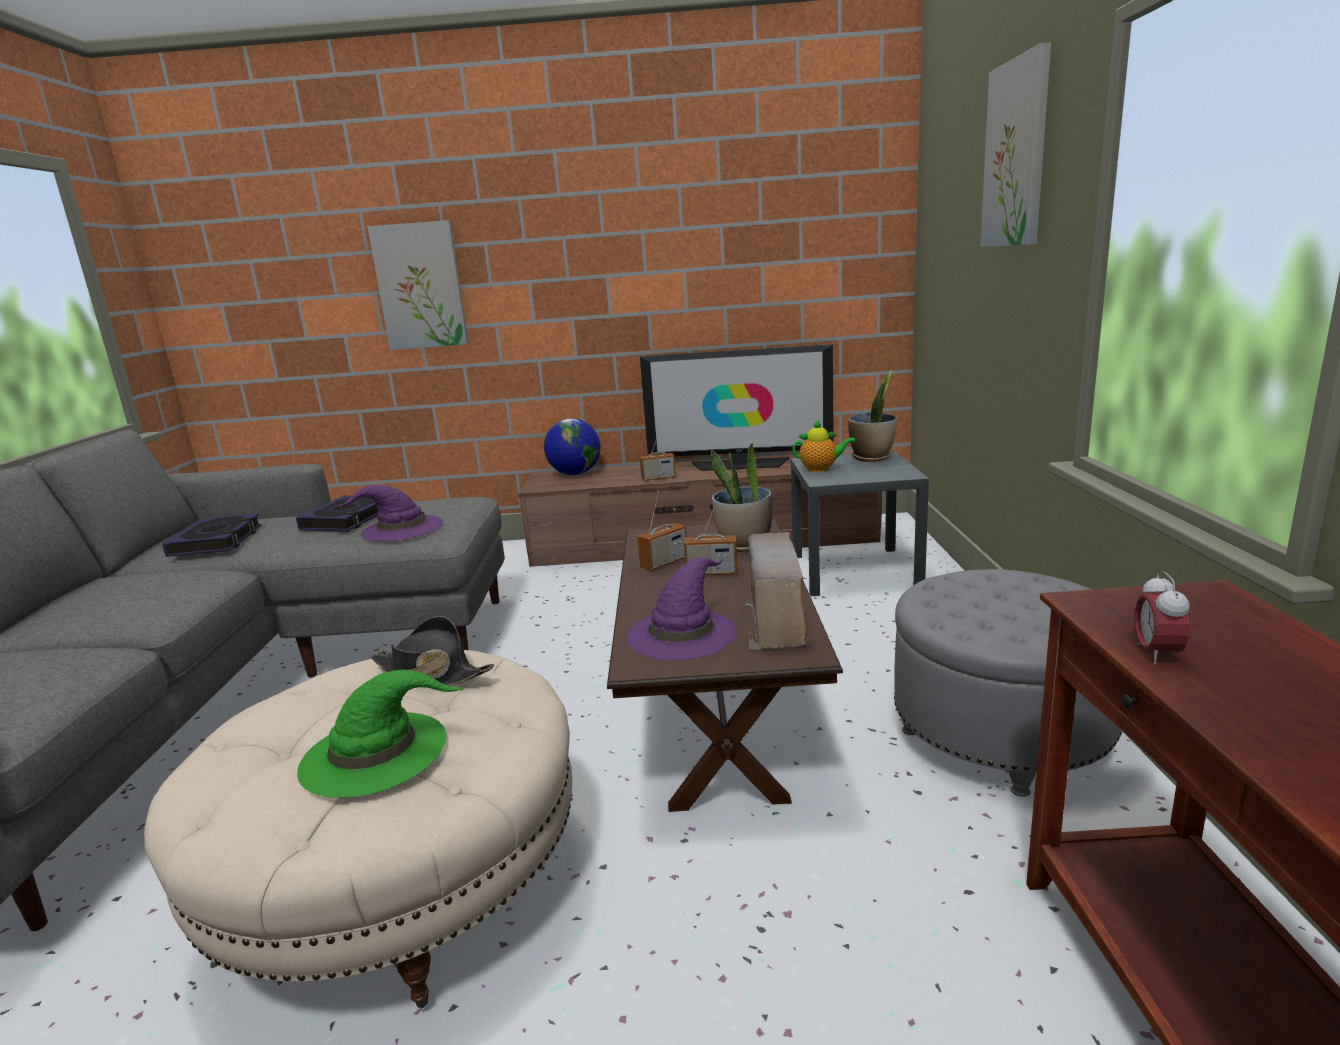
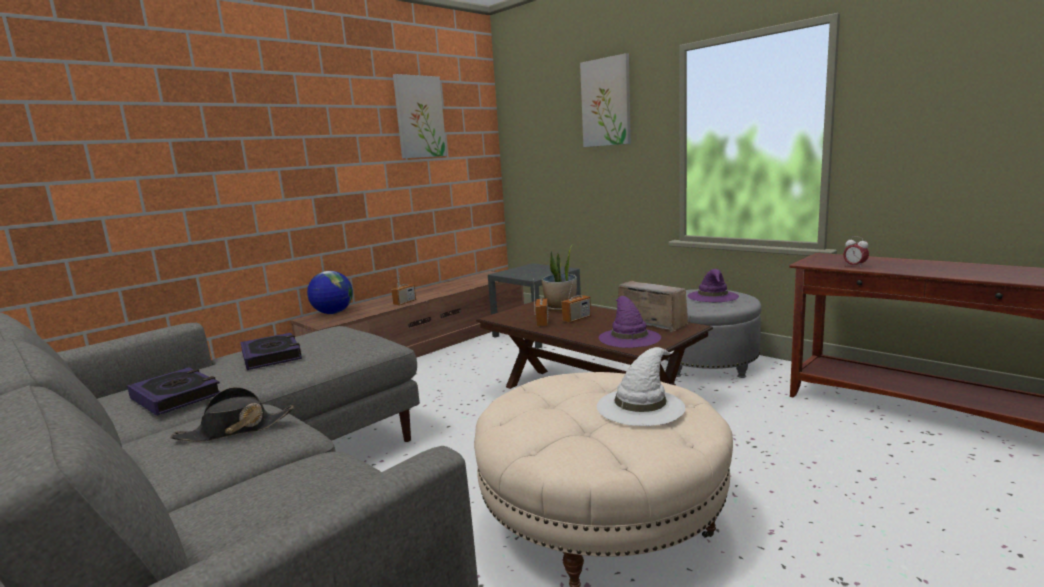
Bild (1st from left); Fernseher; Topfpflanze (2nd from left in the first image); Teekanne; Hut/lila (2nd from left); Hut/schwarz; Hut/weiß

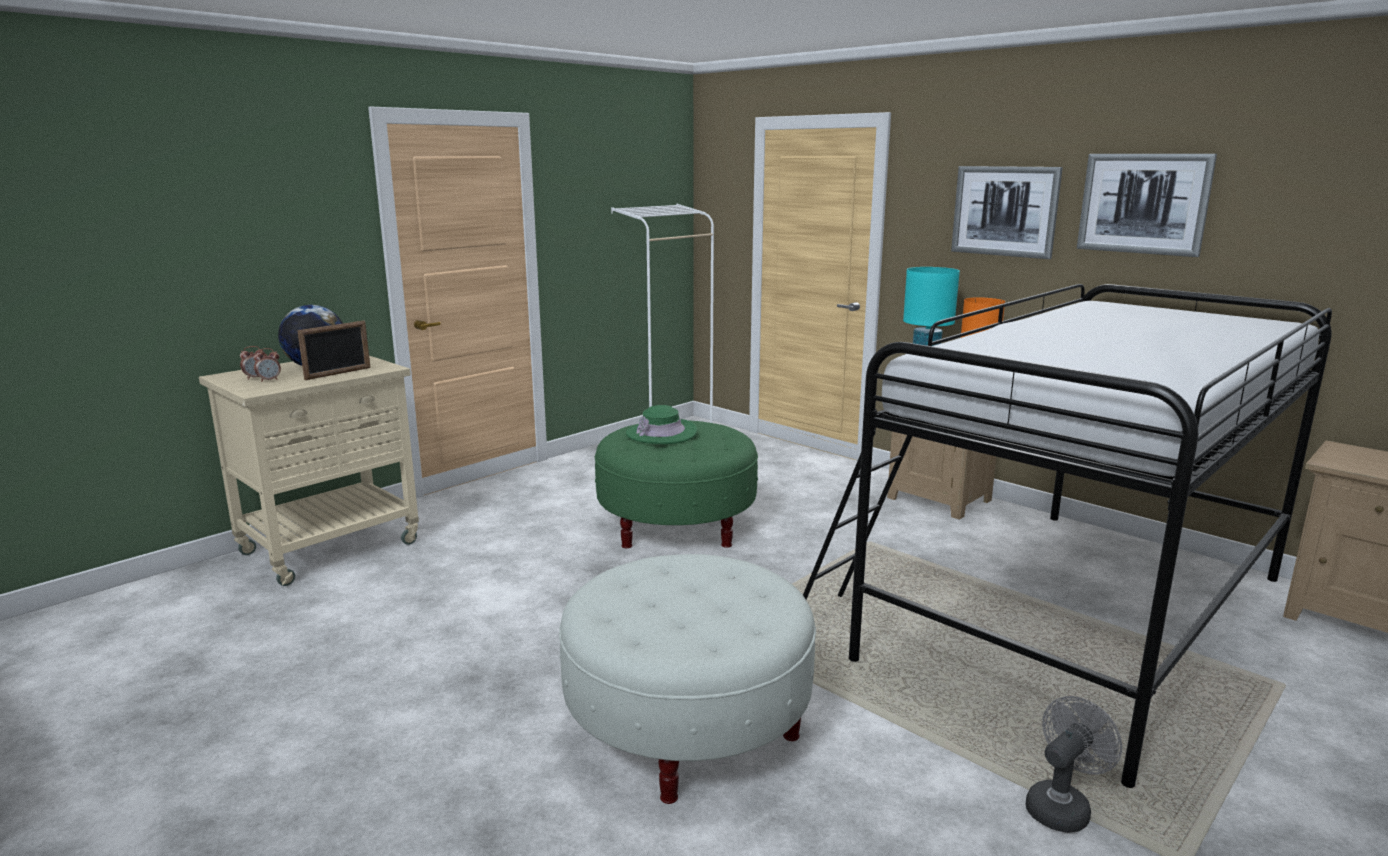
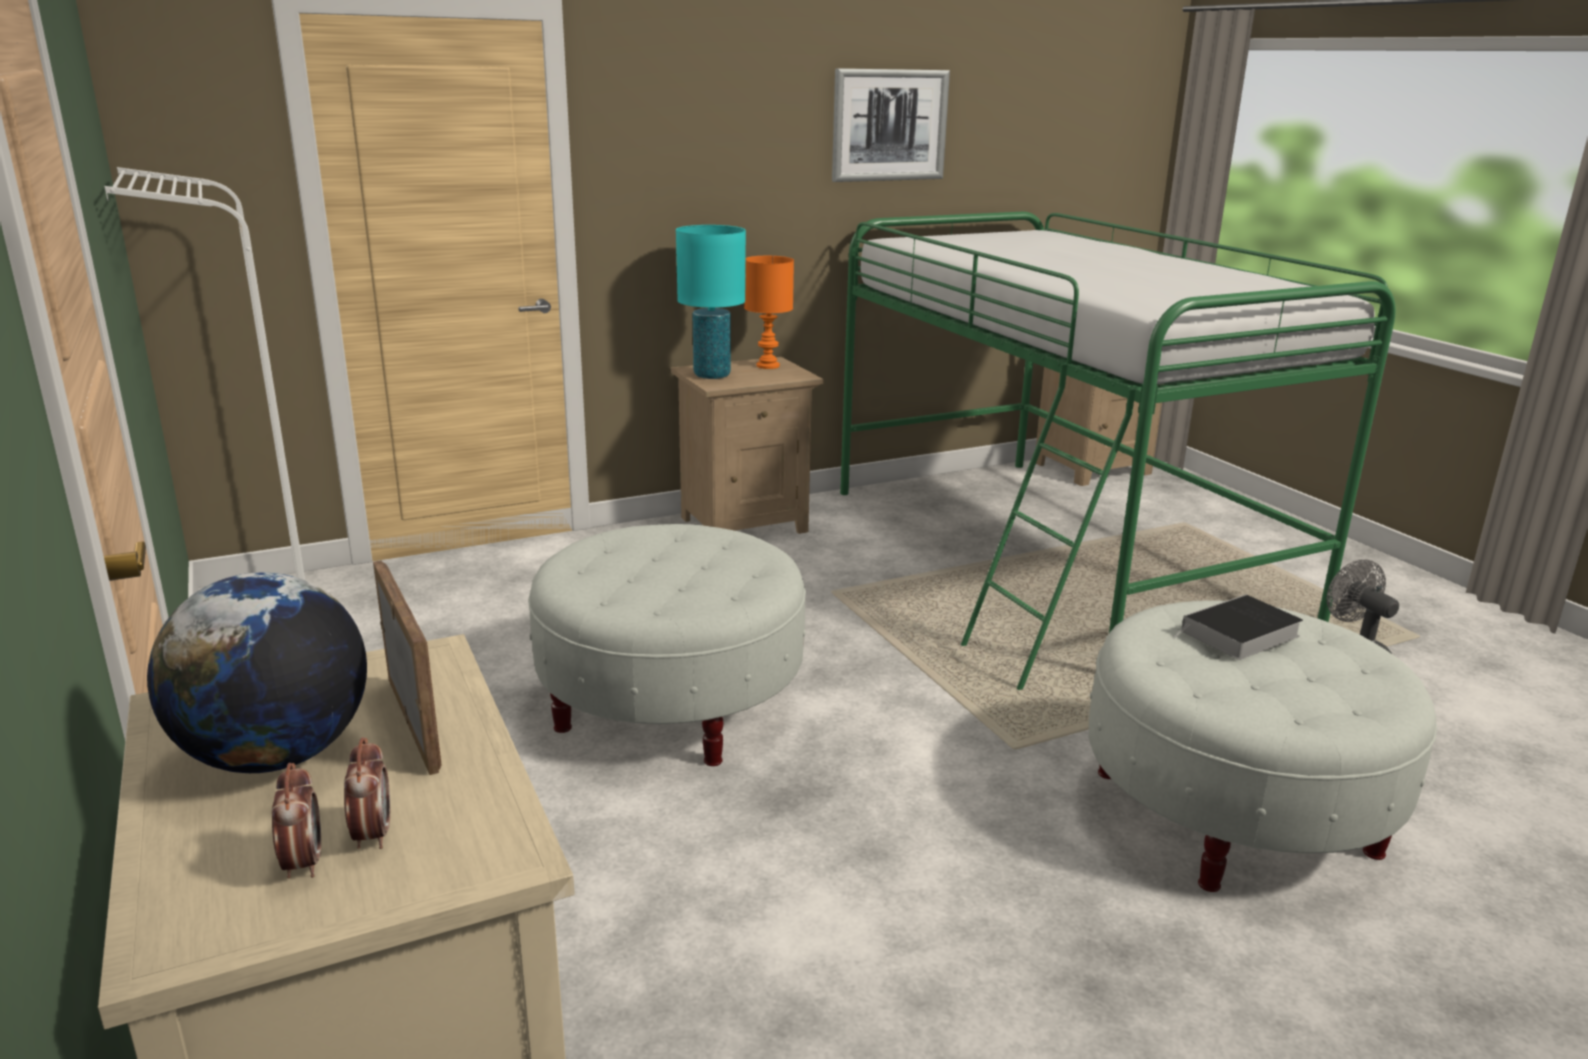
Bild (1st from left in the first image); Bett/grün; Hut/grün; Polsterhocker/weiß (1st from left); Buch

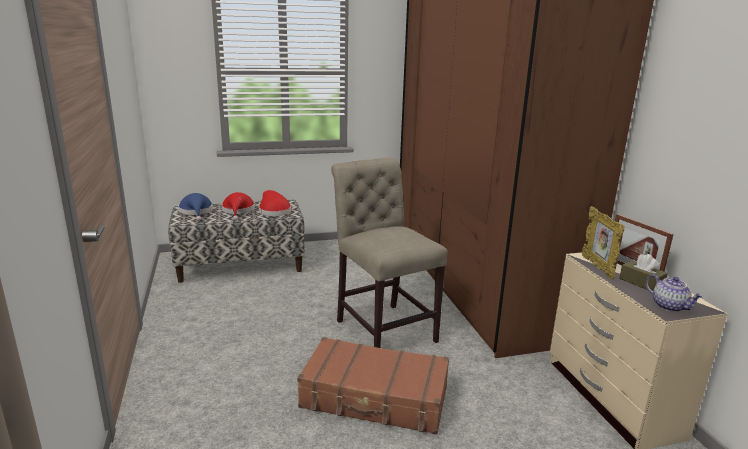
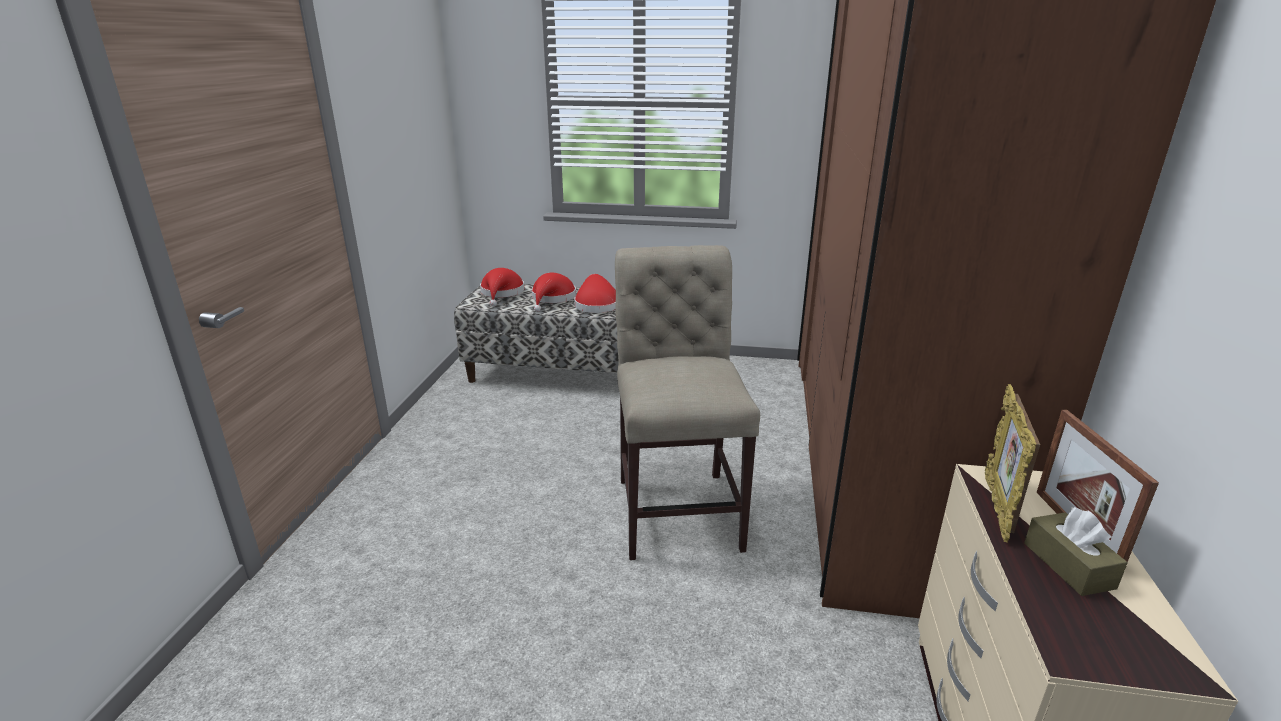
Hut/rot (1st from left); Teekanne; Koffer/braun

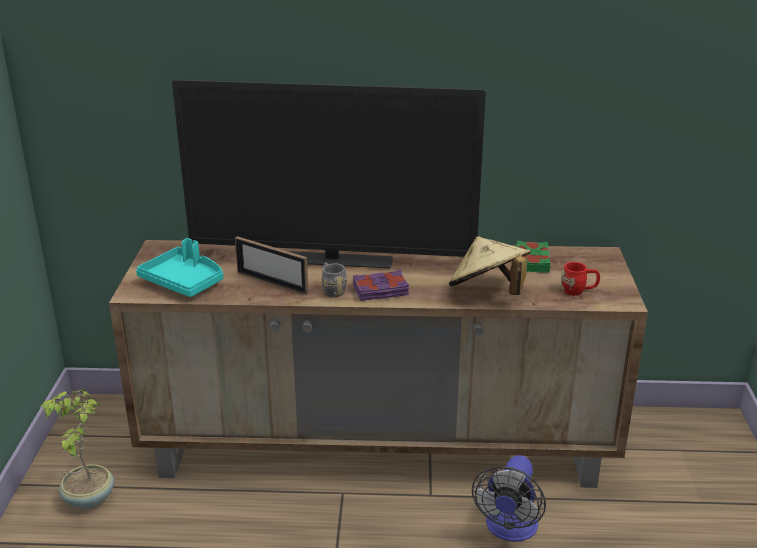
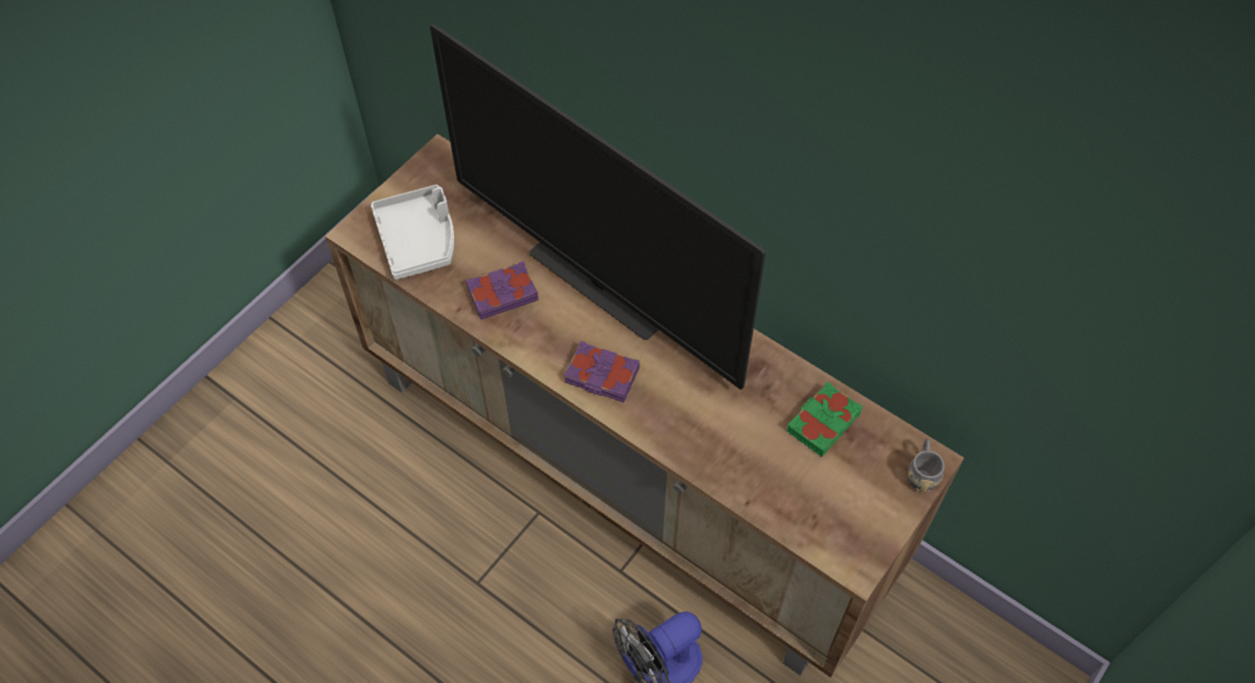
Buch/lila (1st from left); Hut/beige; Tablett/grau; Henkelbecher/rot; Henkelbecher/grau; Topfpflanze

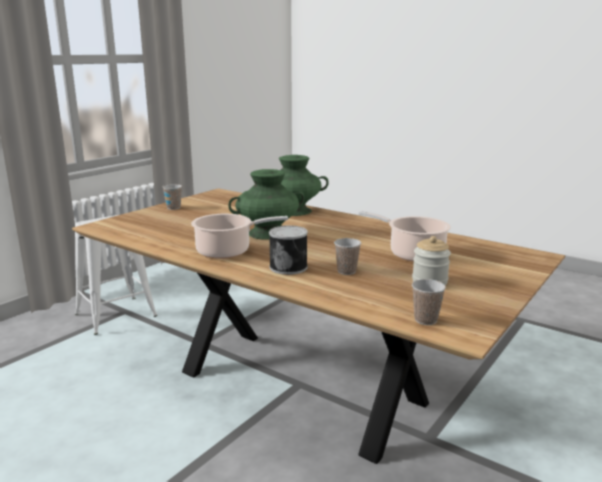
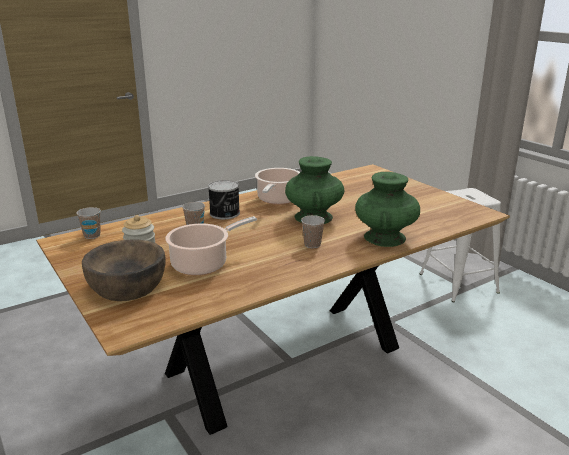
Tasse (3rd from left); Schüssel/braun

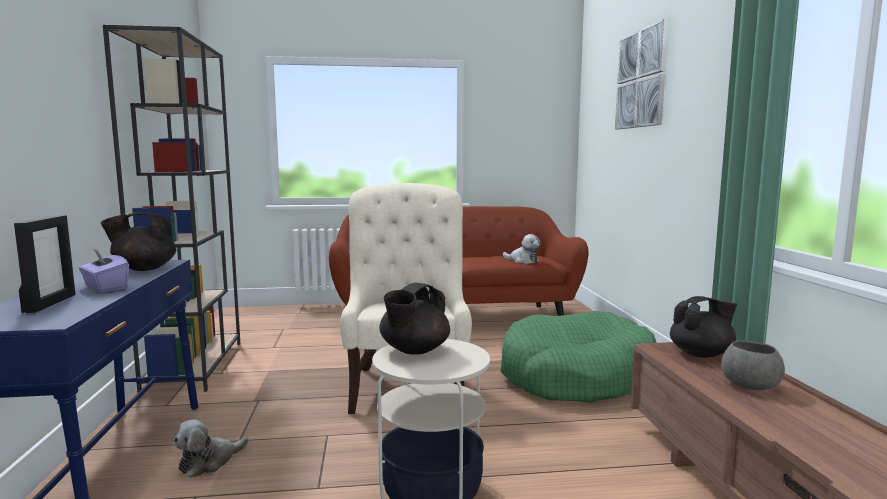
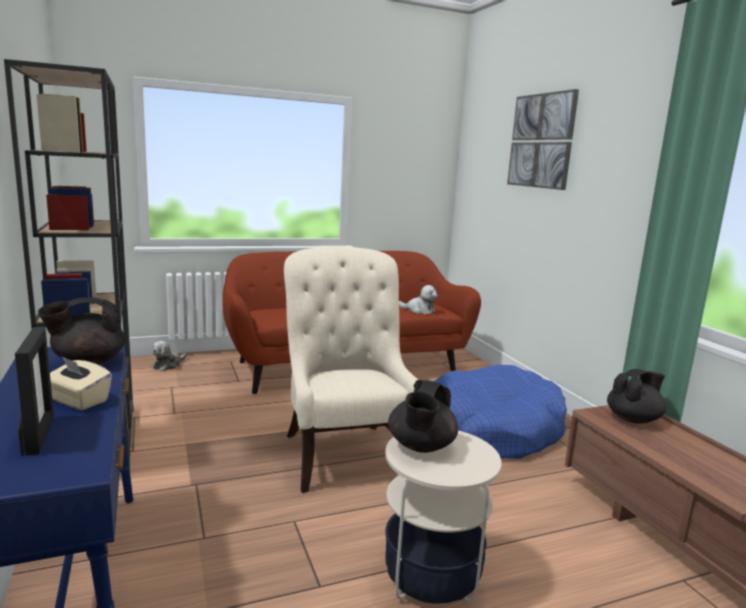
Taschentuchbox/beige; Hundebett/blau; Schüssel/grau; Plüschtier (1st from left)

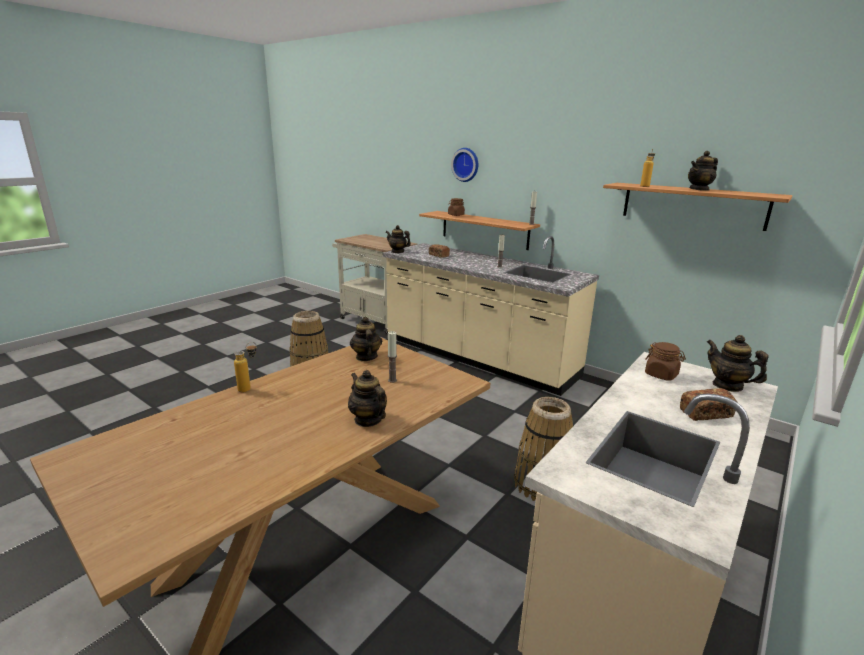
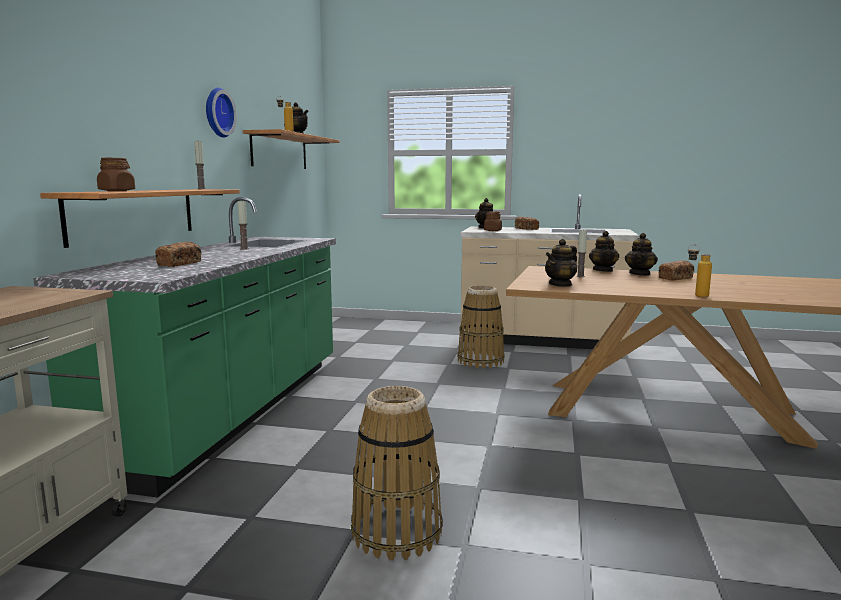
Wanduhr; Teekanne (4th from left); Küchenzeile/grün; Brot (3rd from left)

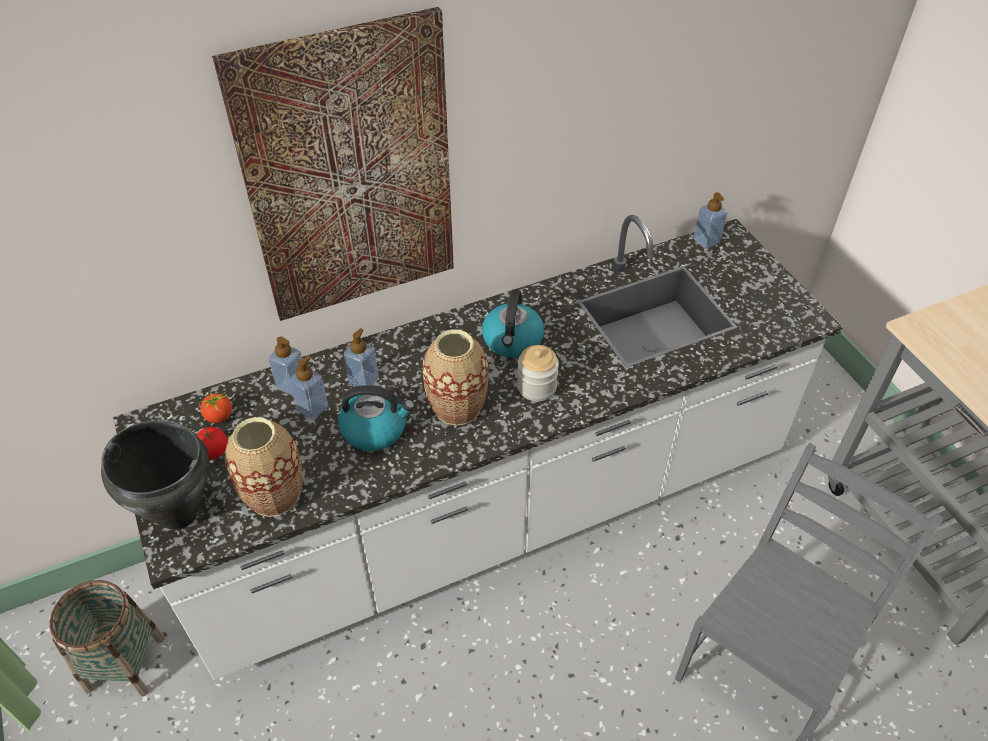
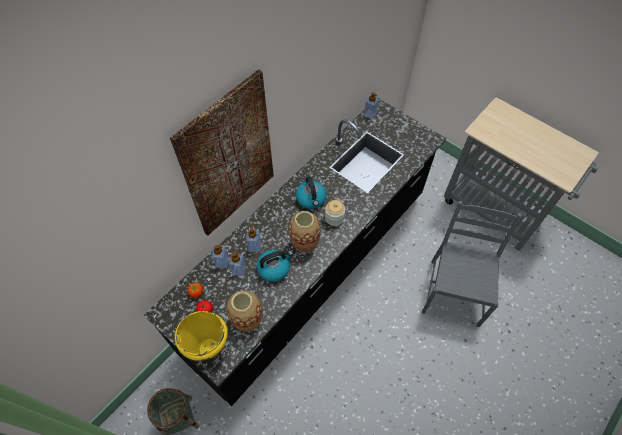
Küchenzeile/schwarz; Kochtopf/gelb

